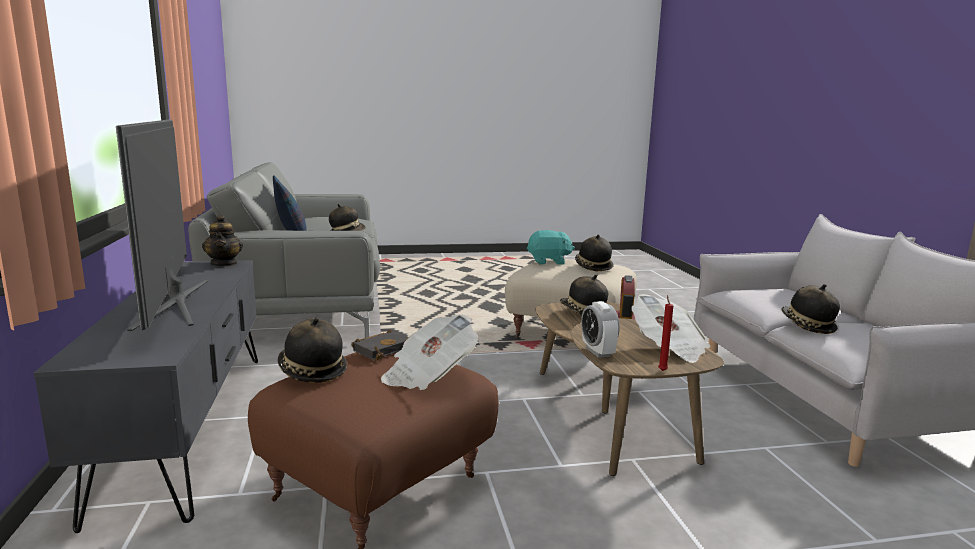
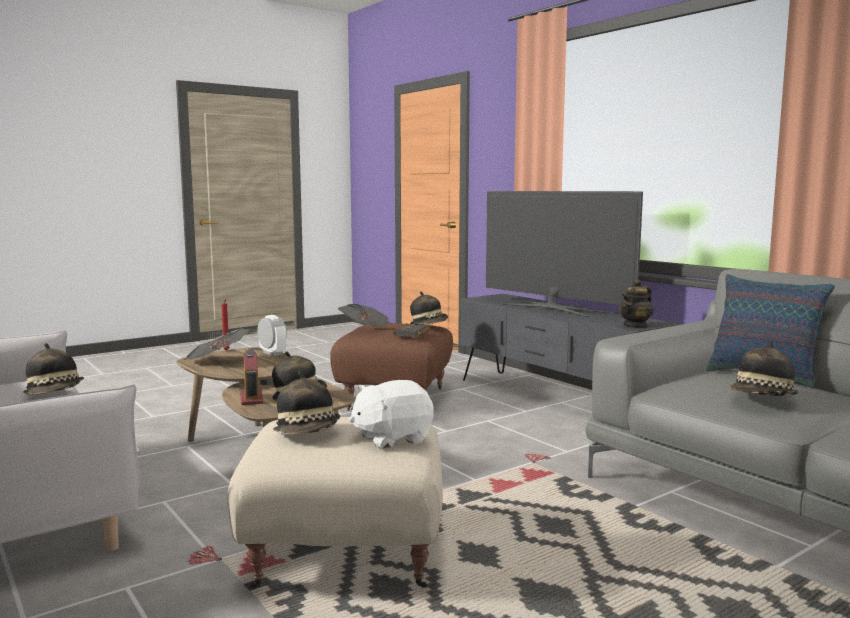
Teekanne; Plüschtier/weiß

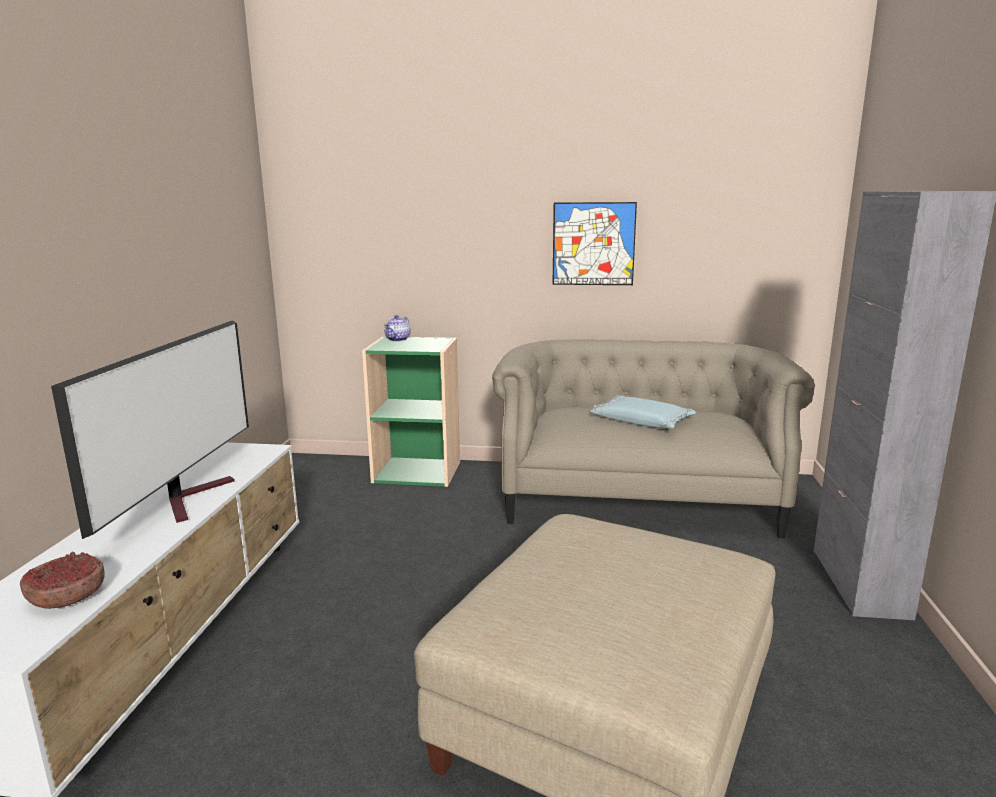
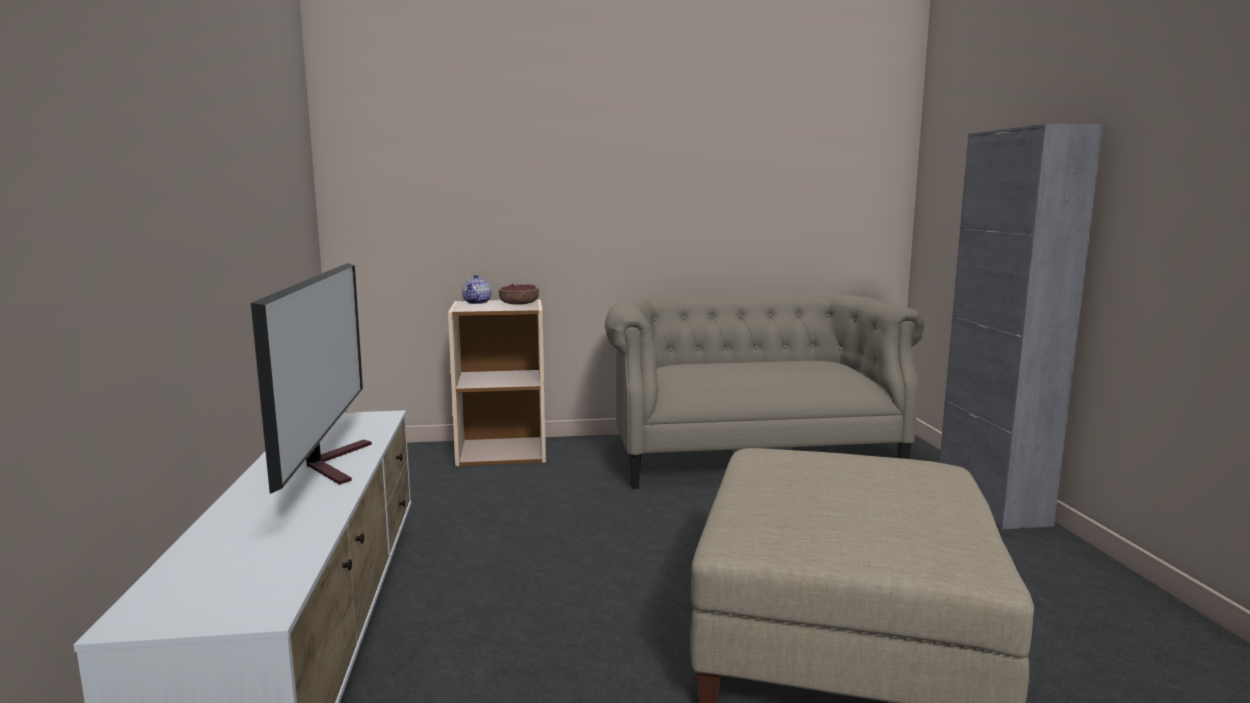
Bild; Bücherregal/braun; Kissen/blau; Schüssel

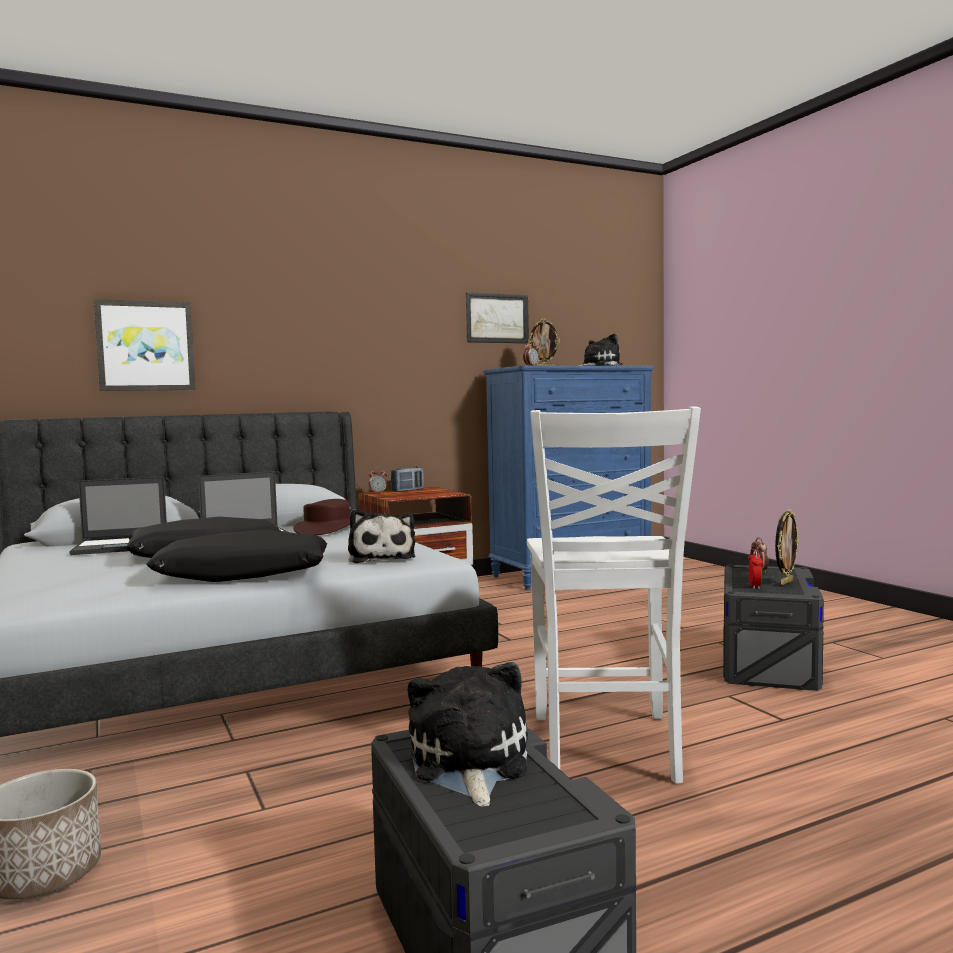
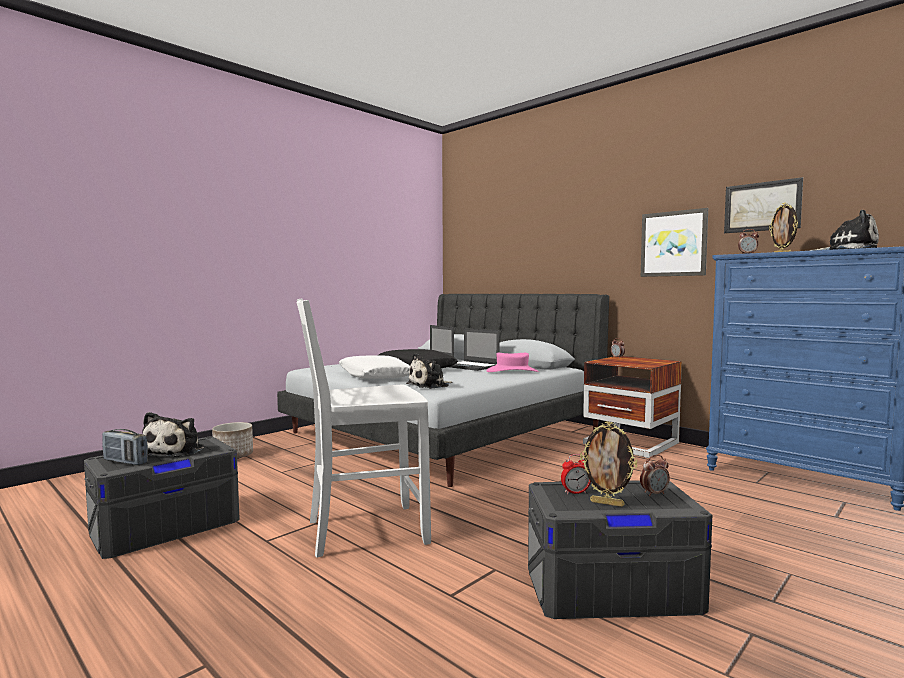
Bild (1st from left); Radio; Hut/rosa; Kissen/weiß; Plüschtier (1st from left)

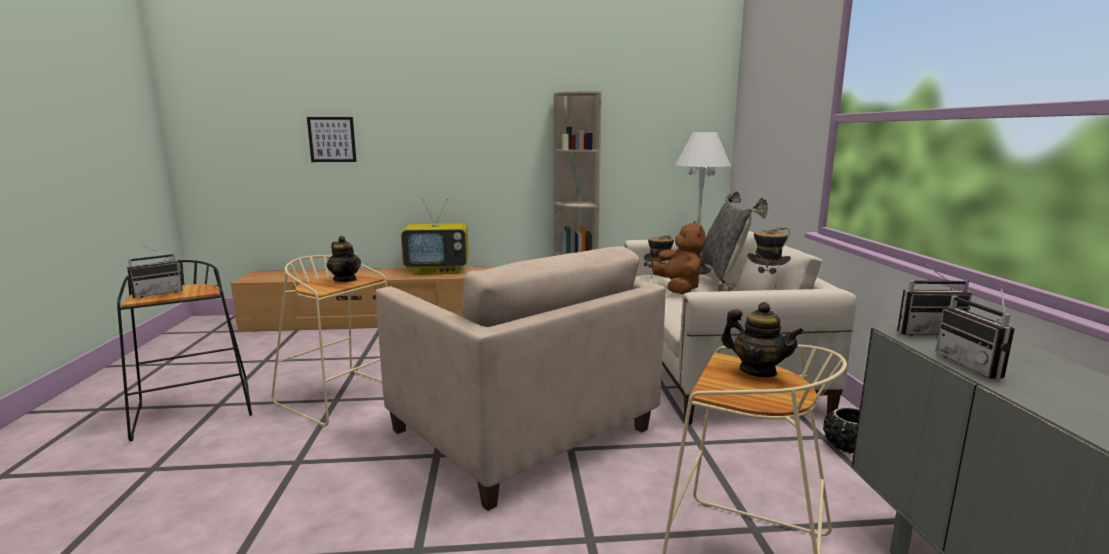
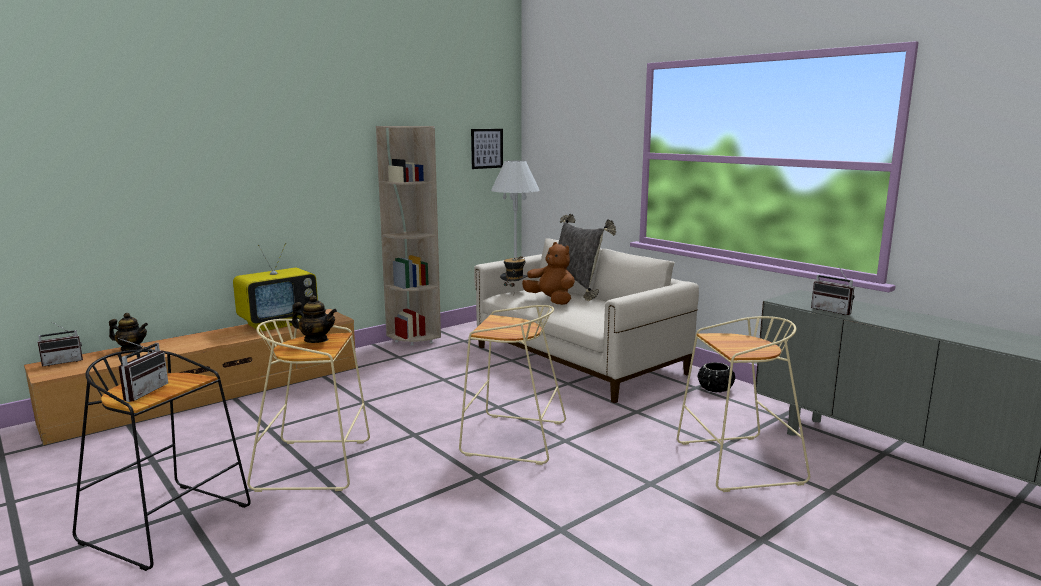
Bild; Hut (2nd from left in the first image); Hocker/beige (2nd from left); Radio (1st from left); Teekanne (1st from left)

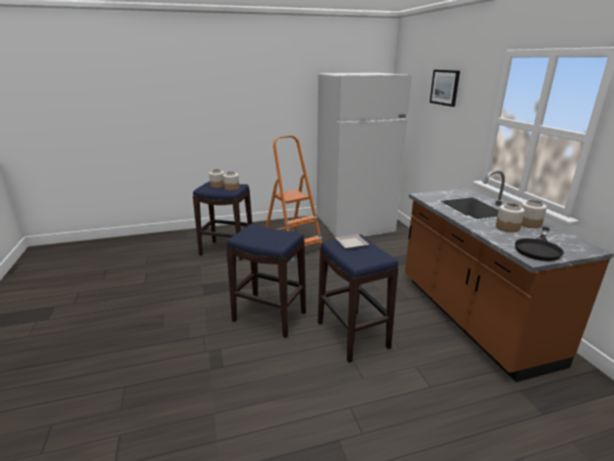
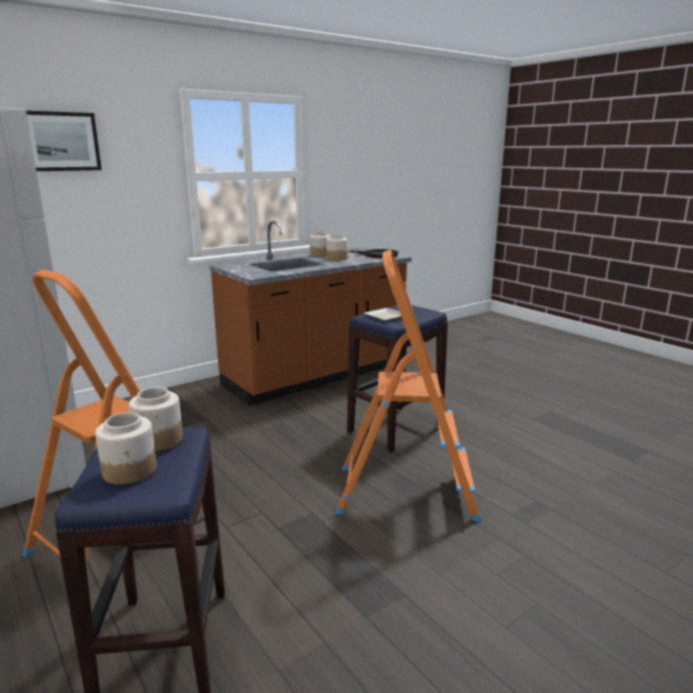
Trittleiter/orange (2nd from left)

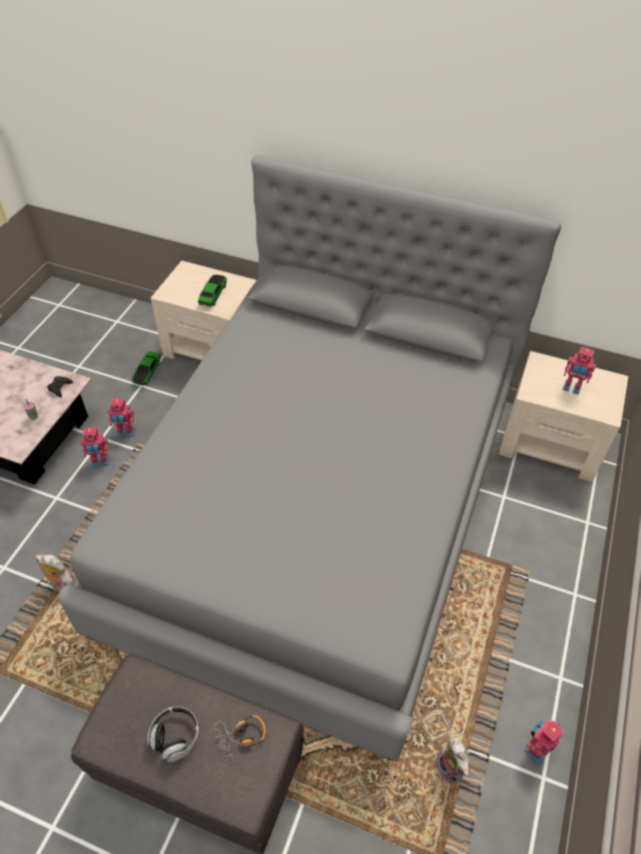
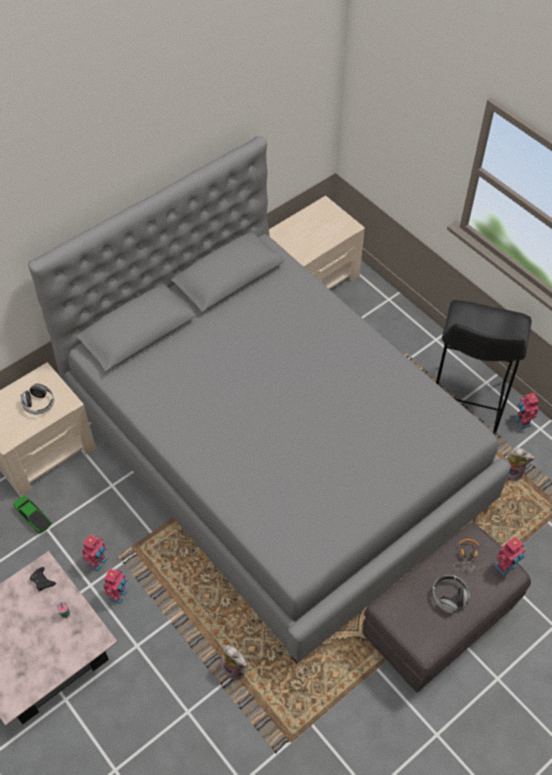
Kopfhörer (1st from left); Spielzeugroboter (3rd from left); Plüschtier (1st from left); Hocker/schwarz

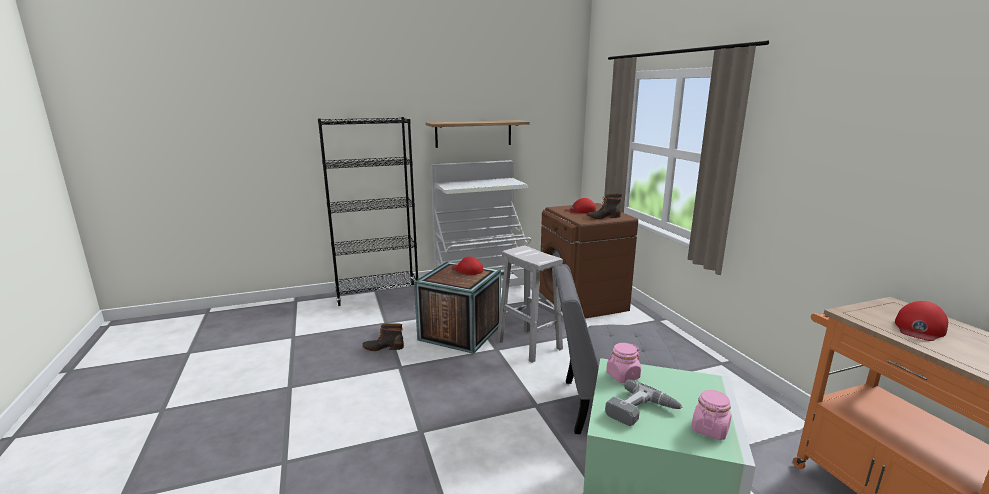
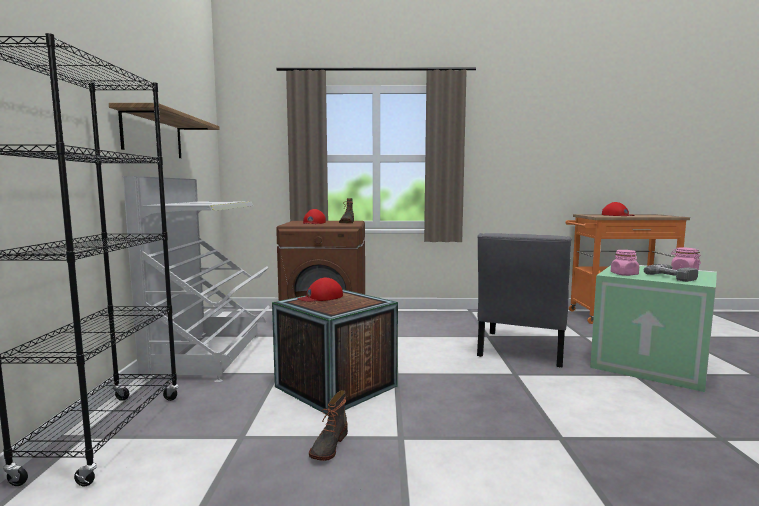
Hocker/weiß

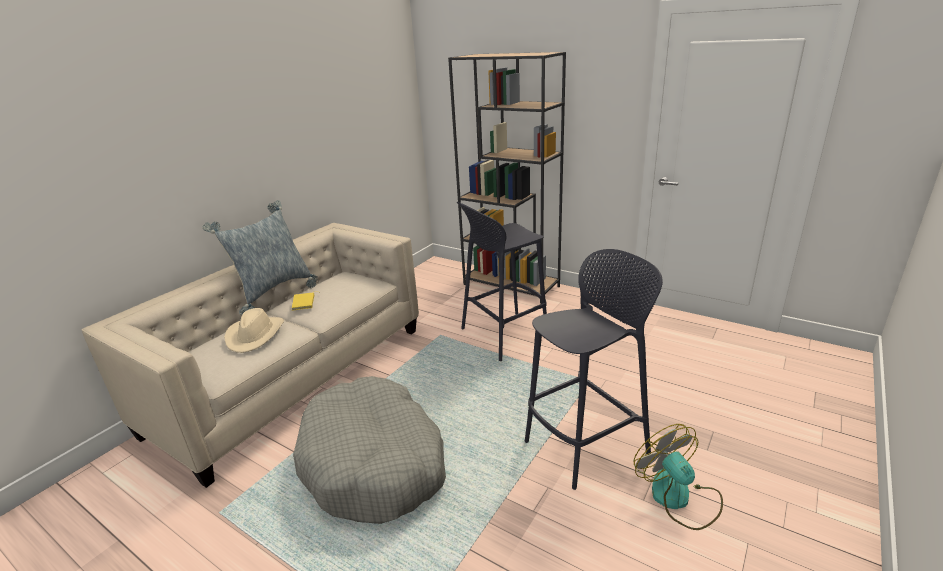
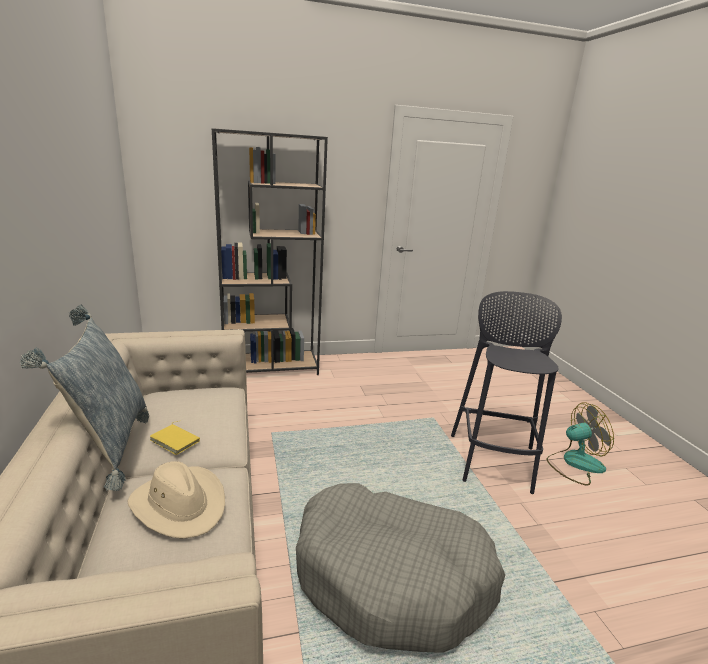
Hocker/grau (1st from left in the first image); Ventilator

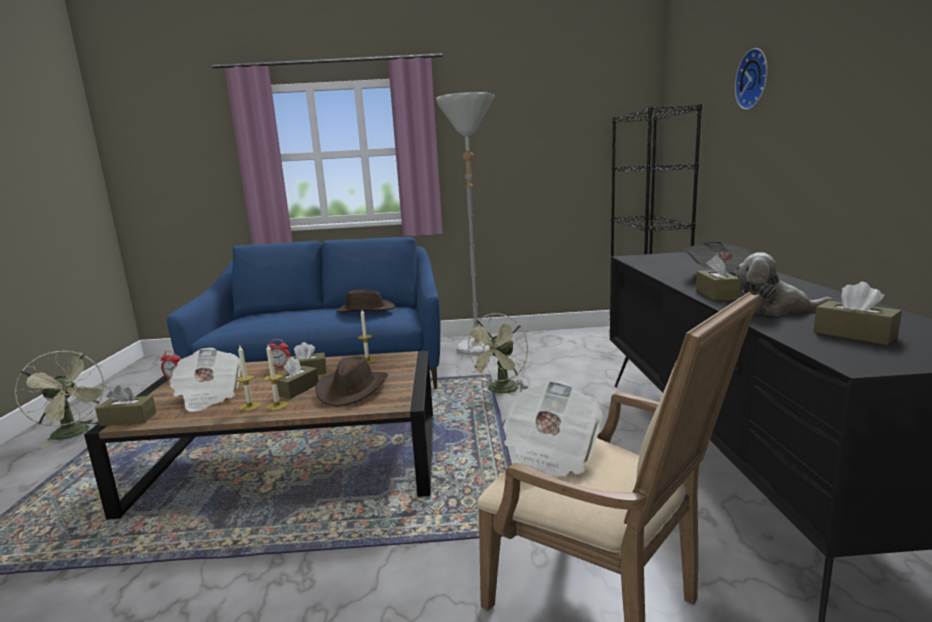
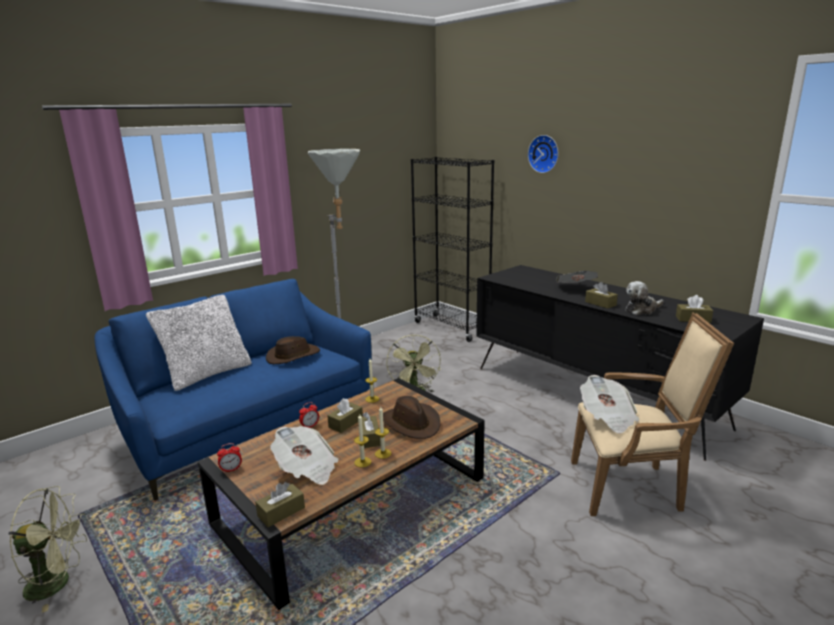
Kissen/weiß

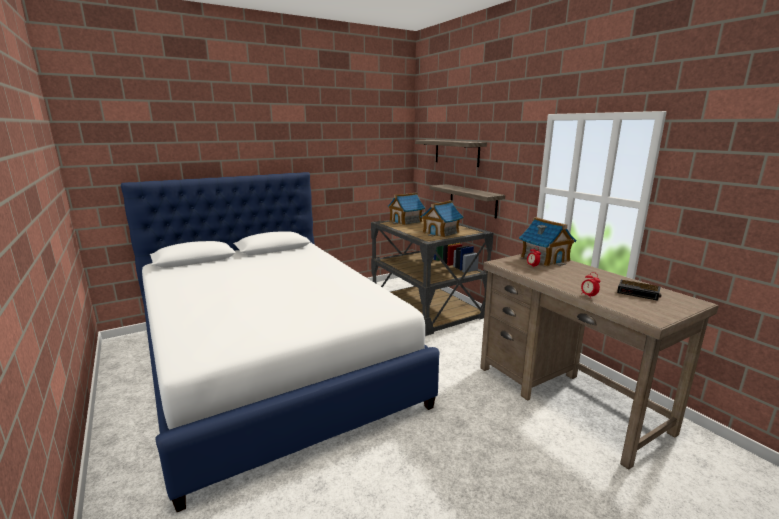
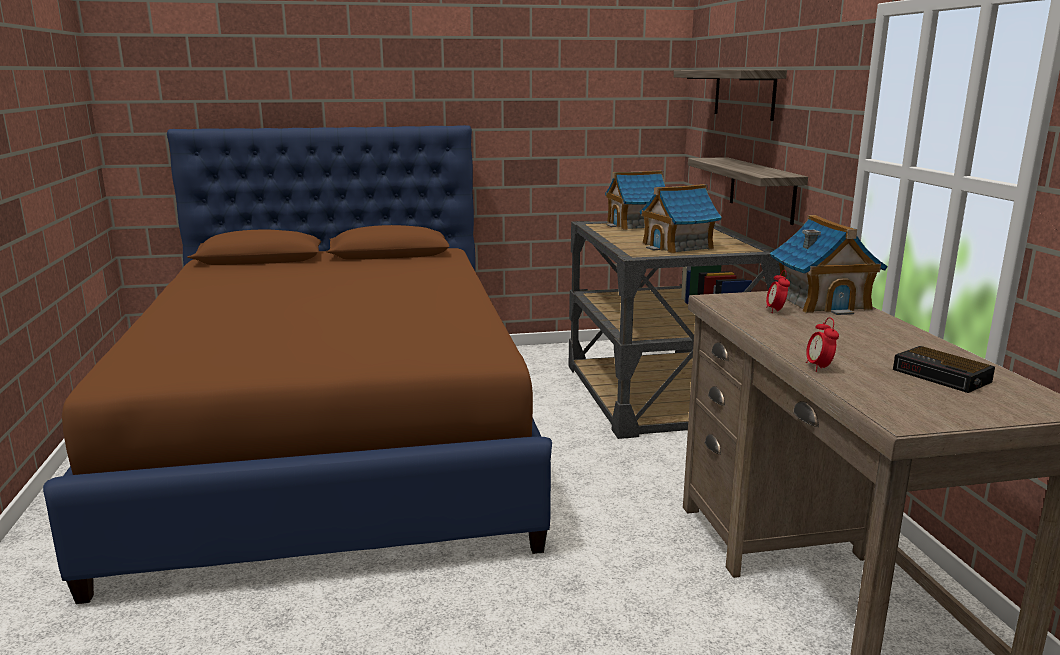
Bett/braun

